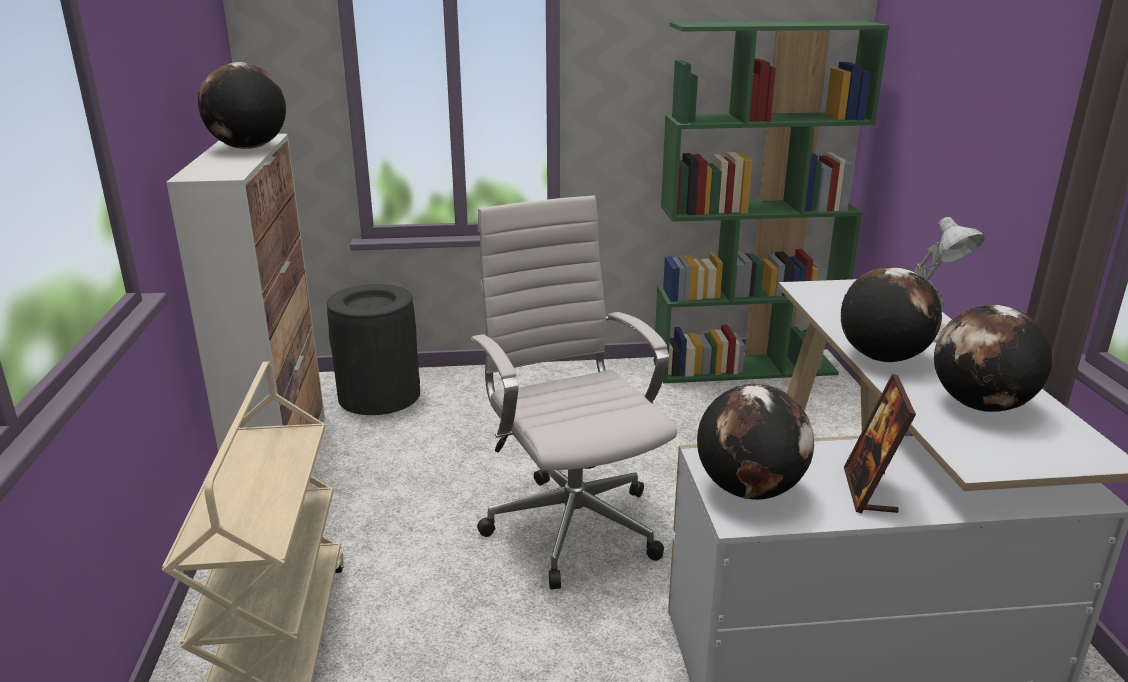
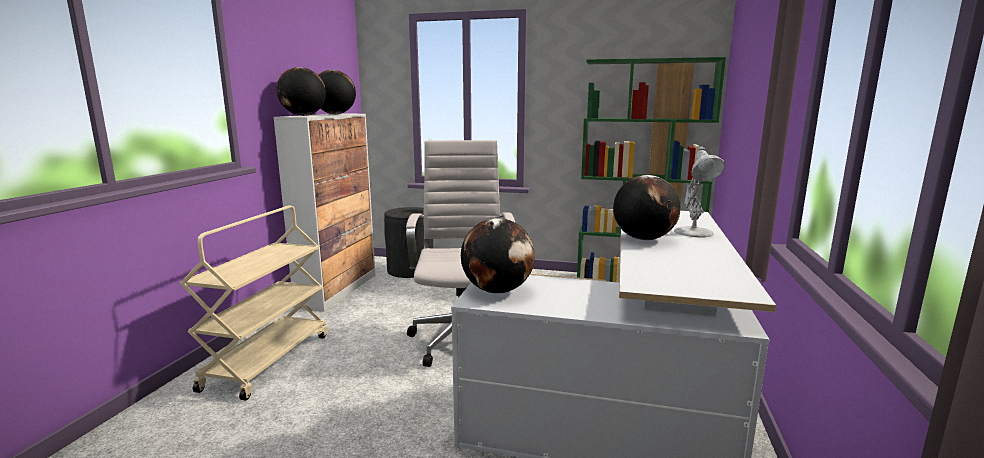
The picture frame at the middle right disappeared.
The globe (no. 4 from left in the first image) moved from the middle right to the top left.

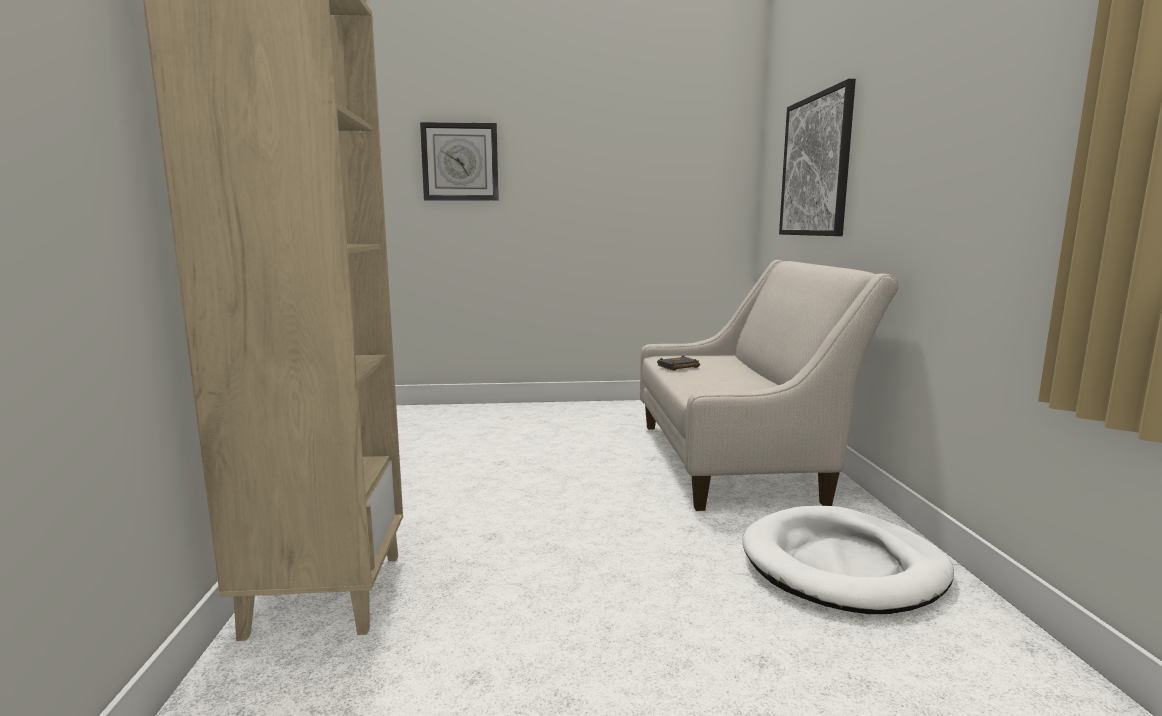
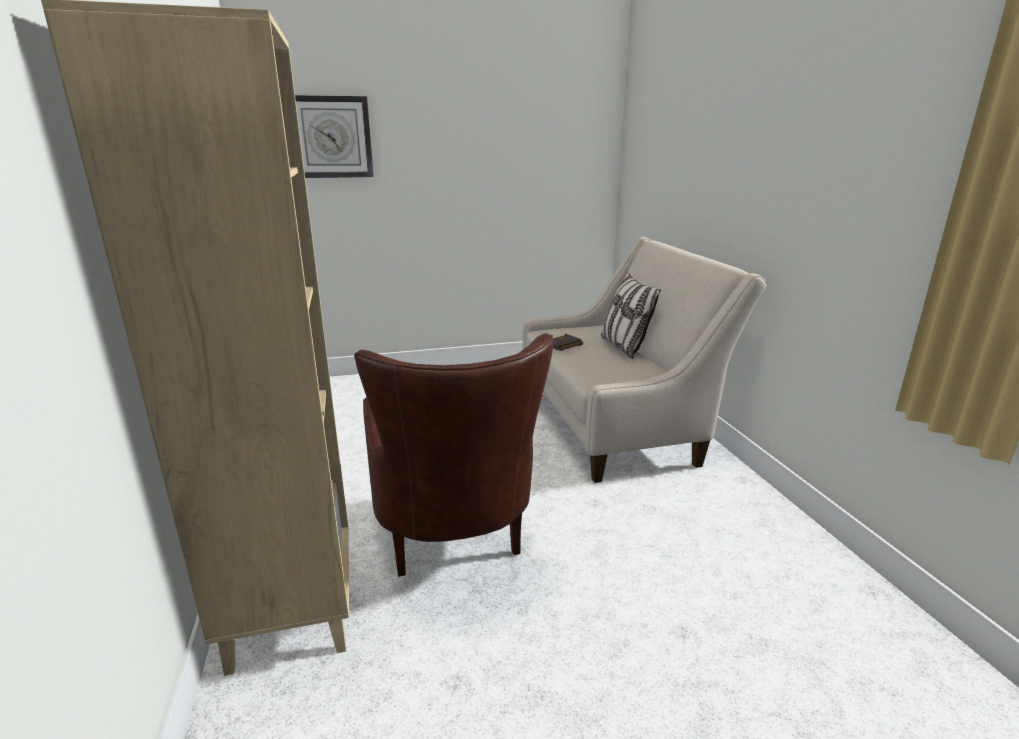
The white dog bed at the bottom right disappeared.
The wall picture at the top right disappeared.
The brown easy chair at the centre appeared.
The cushion at the centre appeared.

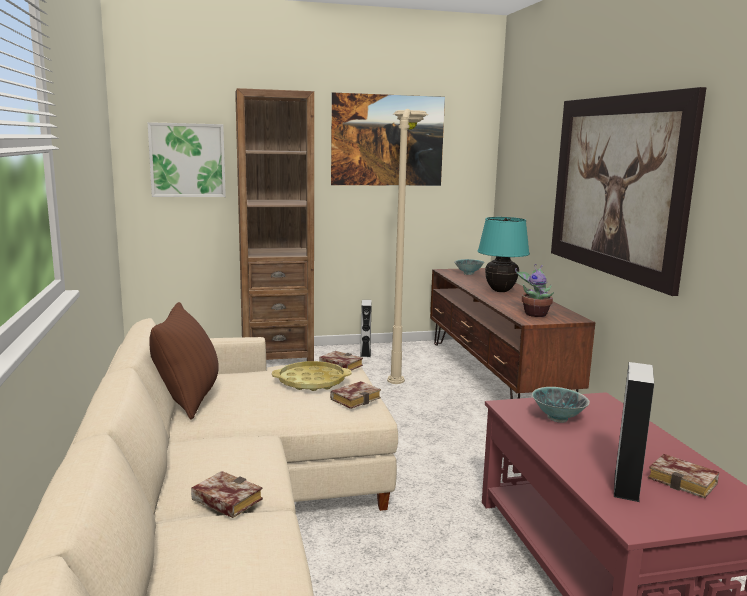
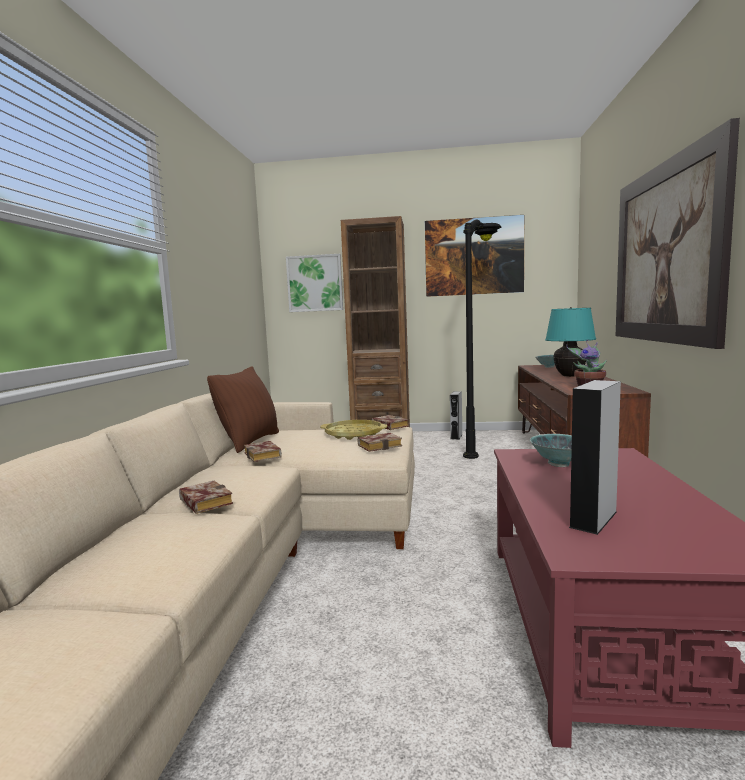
The book (no. 4 from left in the first image) moved from the bottom right to the centre.
The beige floor lamp at the centre became the black floor lamp at the centre.

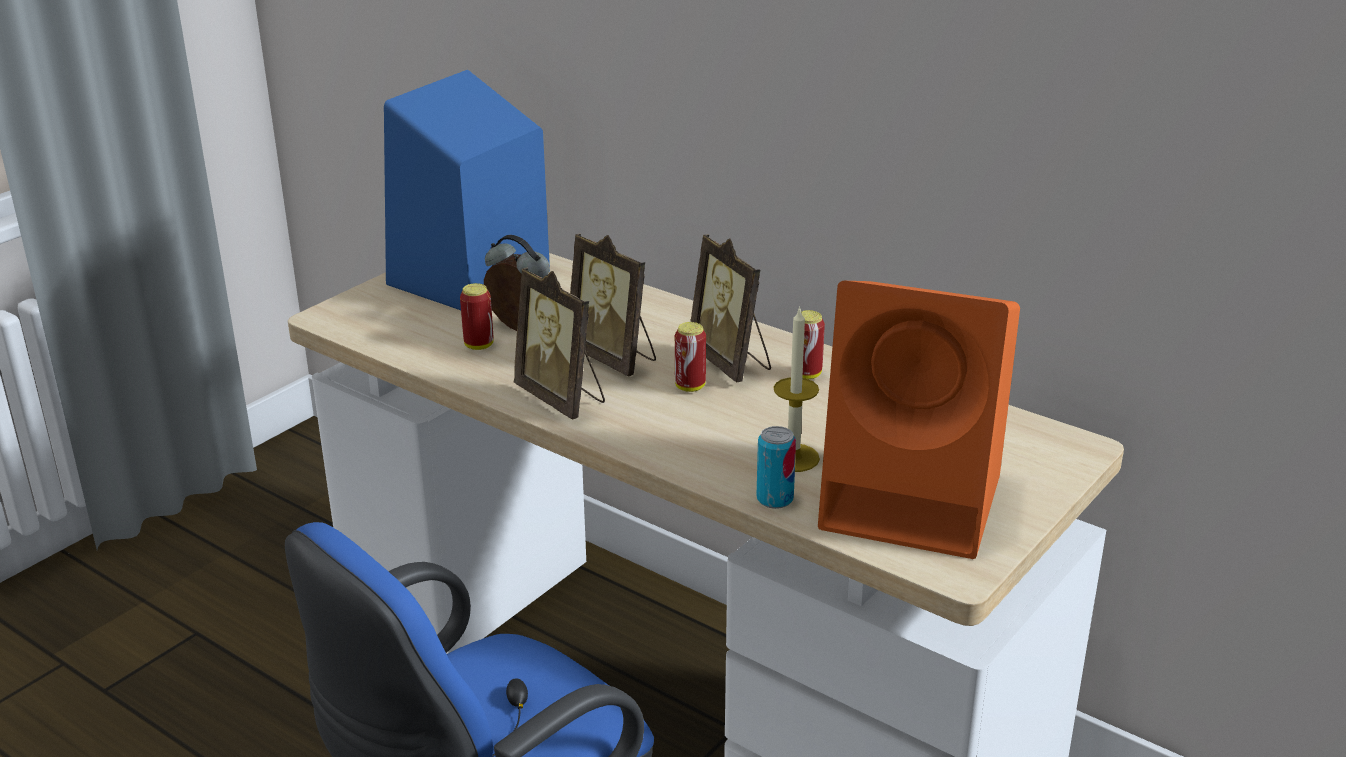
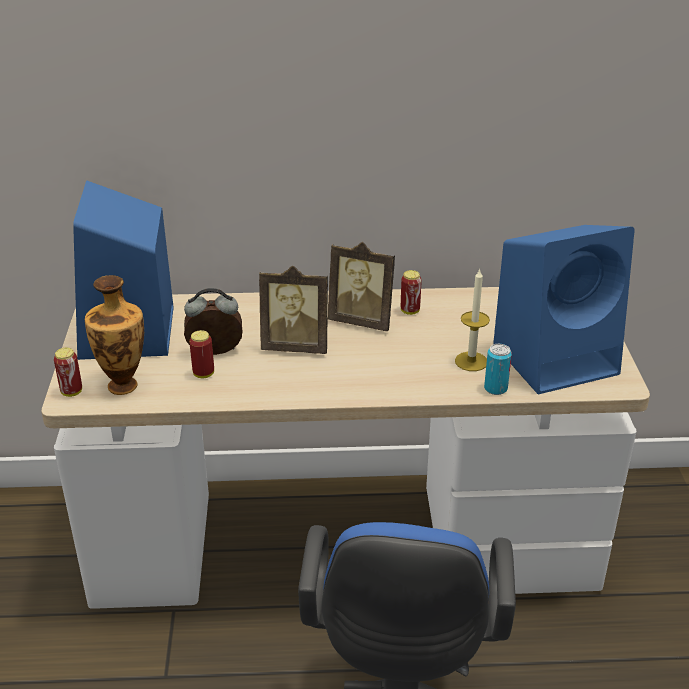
The picture frame (no. 1 from left) at the centre disappeared.
The decorative vase at the middle left appeared.
The sealed can (no. 2 from left in the first image) moved from the centre to the middle left.
The orange-coloured audio speaker at the middle right became the blue-coloured audio speaker (no. 2 from left) at the middle right.

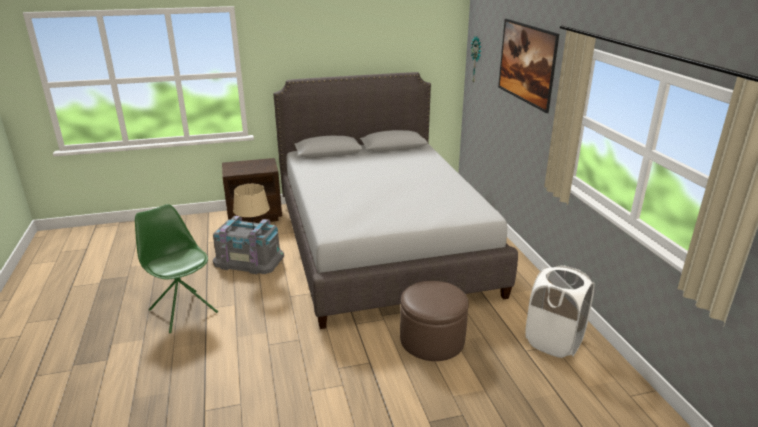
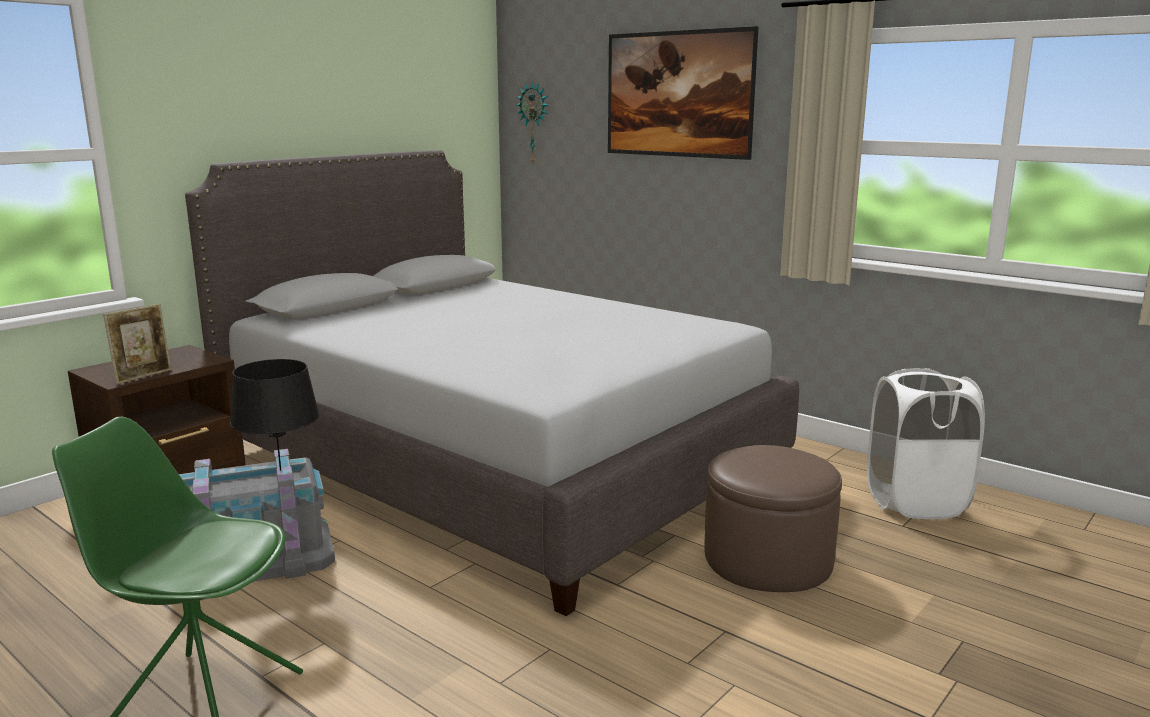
The picture frame at the middle left appeared.
The beige table lamp at the middle left became the black table lamp at the middle left.

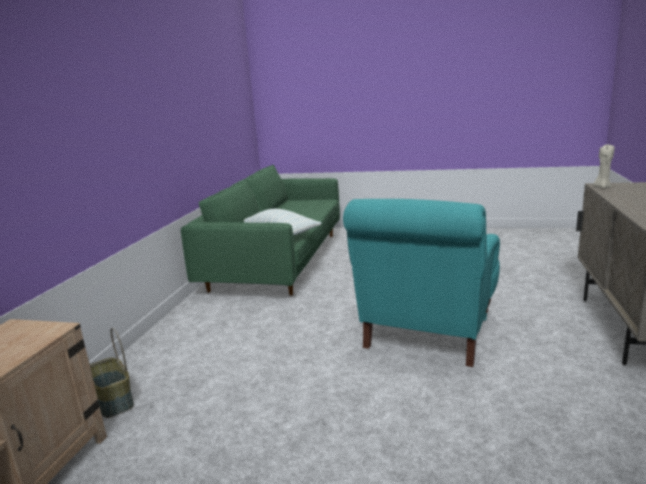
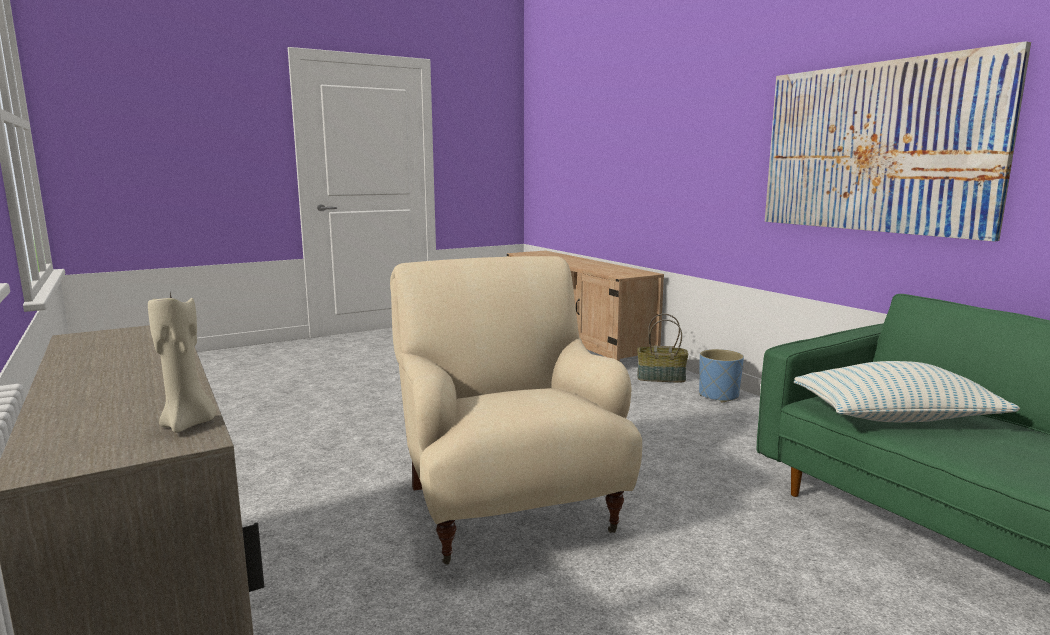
The blue-coloured flower pot at the middle right appeared.
The wall picture at the top right appeared.
The turquoise easy chair at the centre became the beige easy chair at the centre.

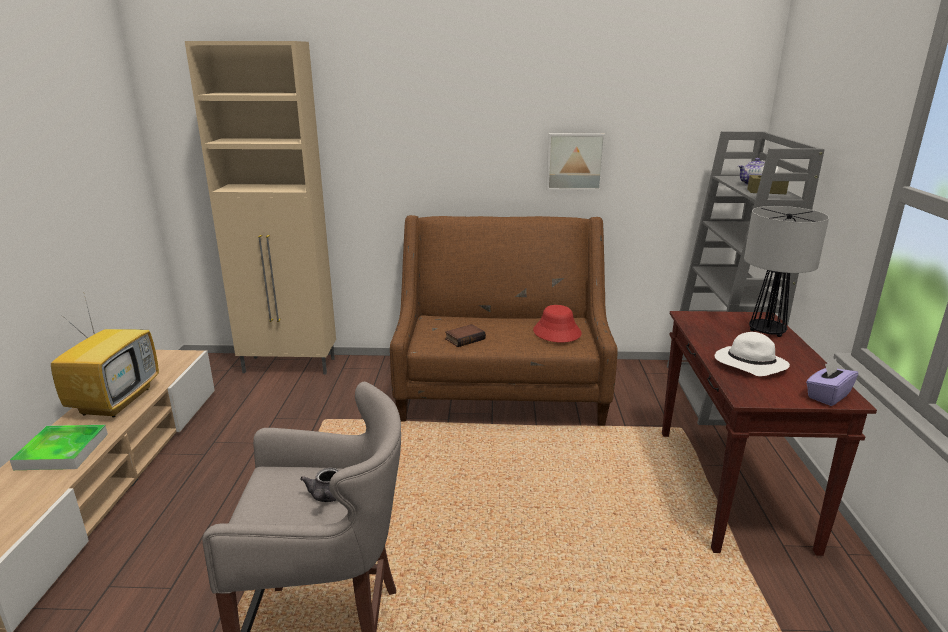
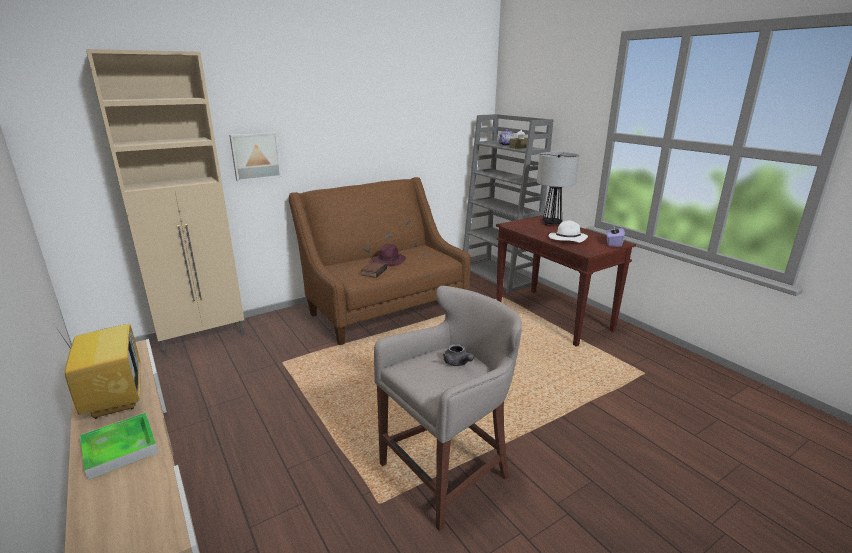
The red-coloured clothing hat at the centre disappeared.
The purple-coloured clothing hat at the centre appeared.
The wall picture moved from the top centre to the top left.

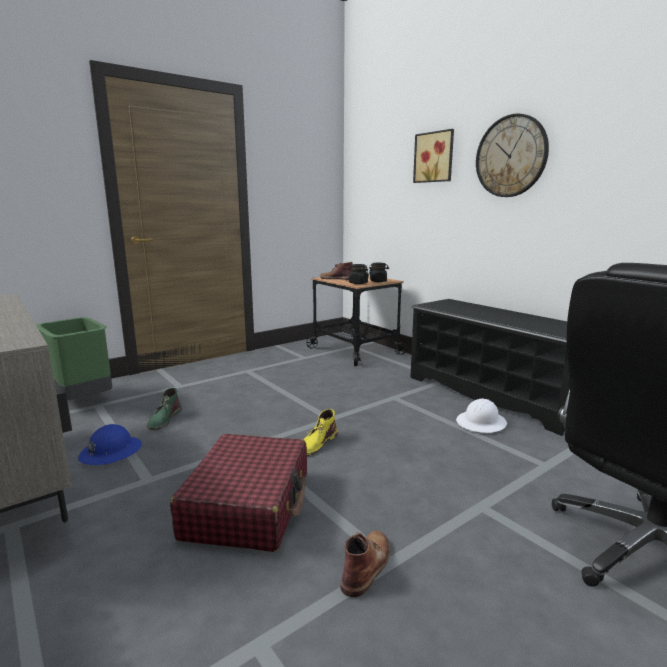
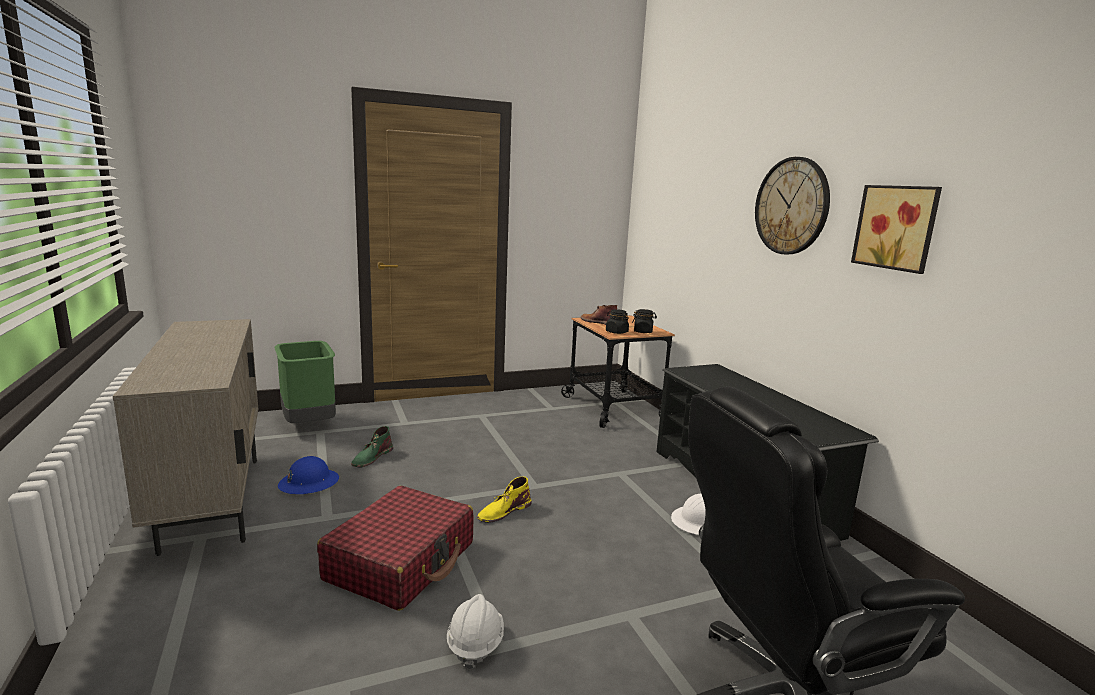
The wall picture moved from the top centre to the top right.
The brown high-top boot (no. 2 from left) at the bottom centre was replaced by the white hard hat (no. 1 from left) at the bottom centre.

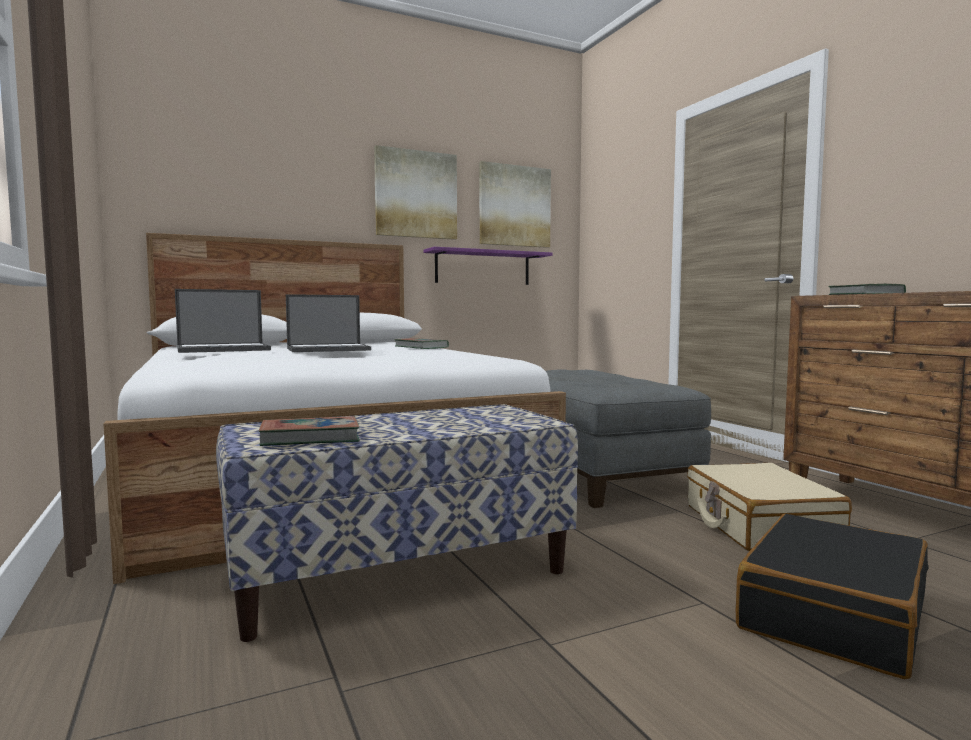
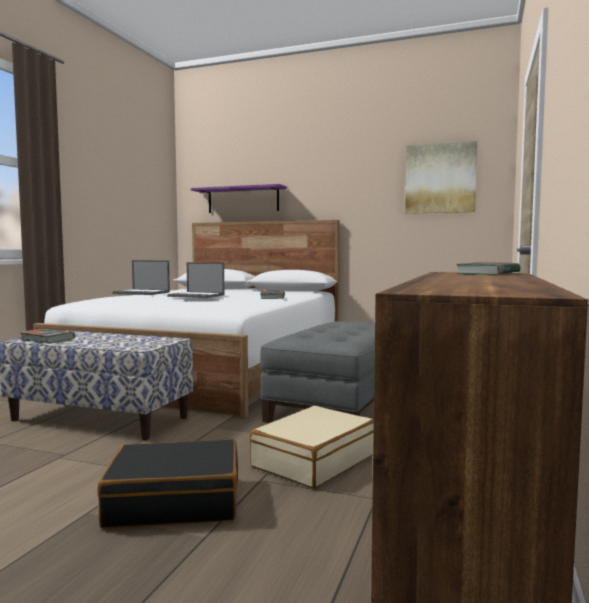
The wall picture (no. 1 from left) at the top centre disappeared.
The purple-coloured bracket shelf moved from the centre to the top centre.

